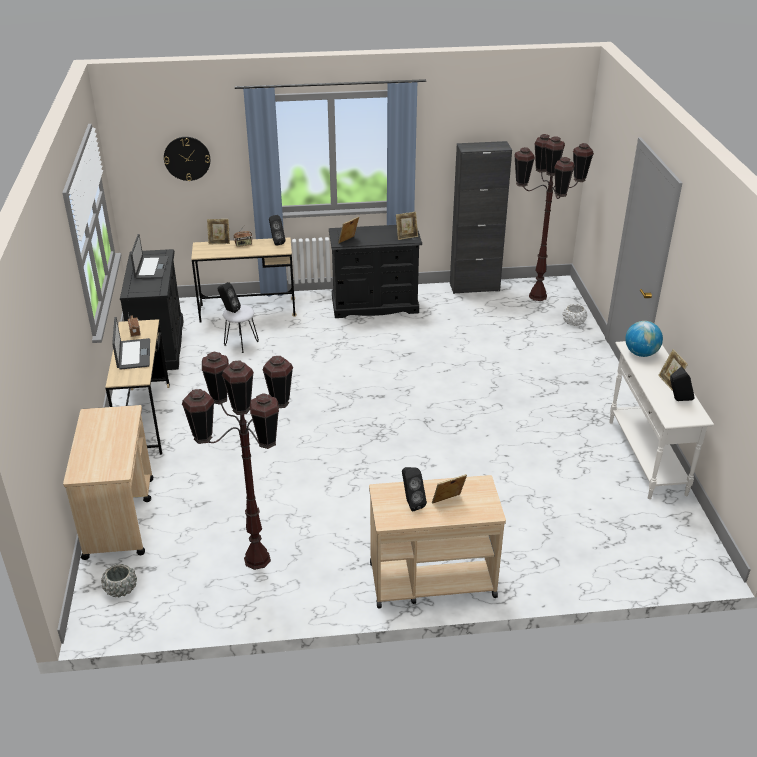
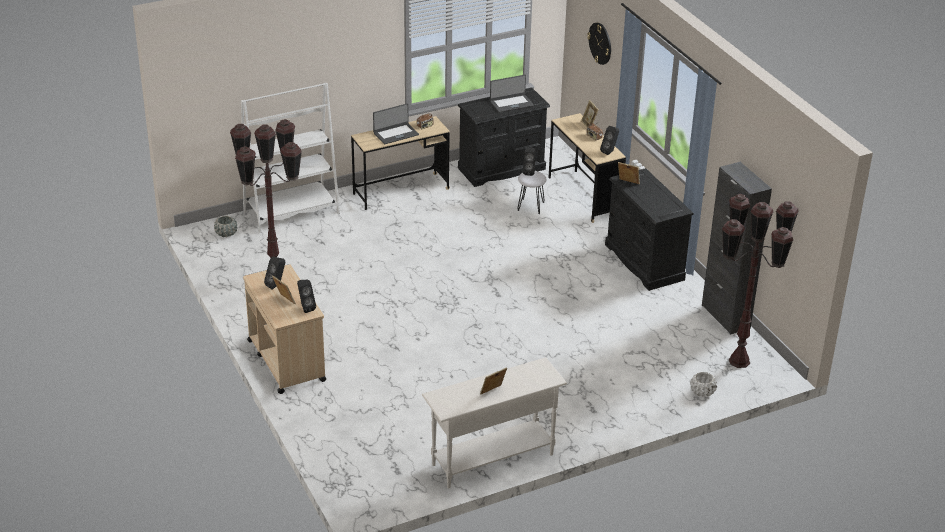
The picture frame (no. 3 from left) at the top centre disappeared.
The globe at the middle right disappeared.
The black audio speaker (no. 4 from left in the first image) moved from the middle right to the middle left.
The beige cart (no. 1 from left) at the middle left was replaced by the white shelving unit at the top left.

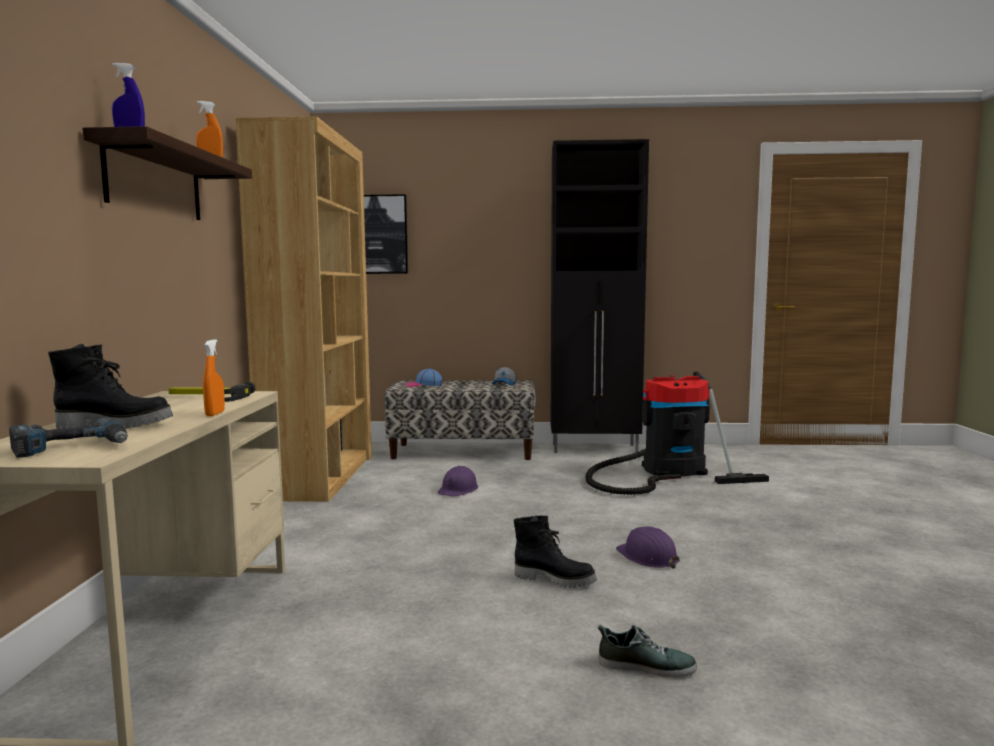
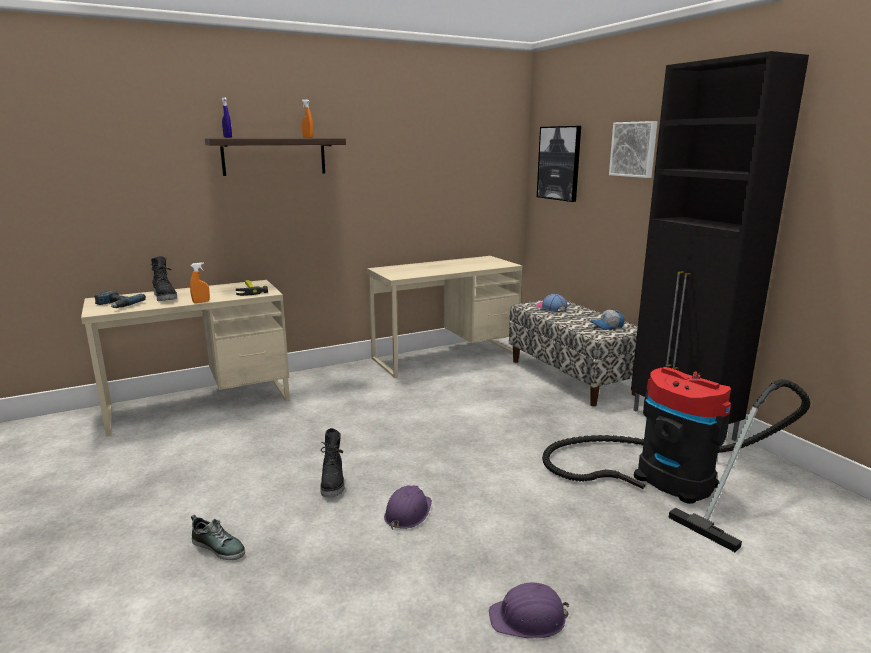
The wall picture (no. 2 from left) at the top right appeared.
The purple-coloured hard hat (no. 1 from left in the first image) moved from the centre to the bottom centre.
The brown shelving unit at the middle left was replaced by the beige desk unit (no. 2 from left) at the centre.
The item of footwear at the bottom centre turned 45 degrees counterclockwise.

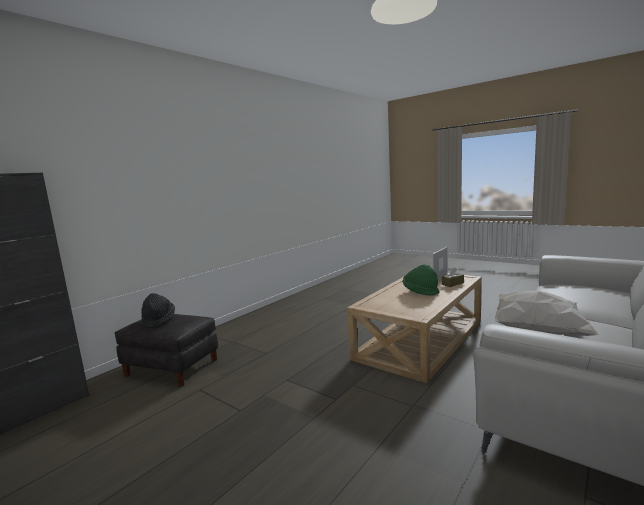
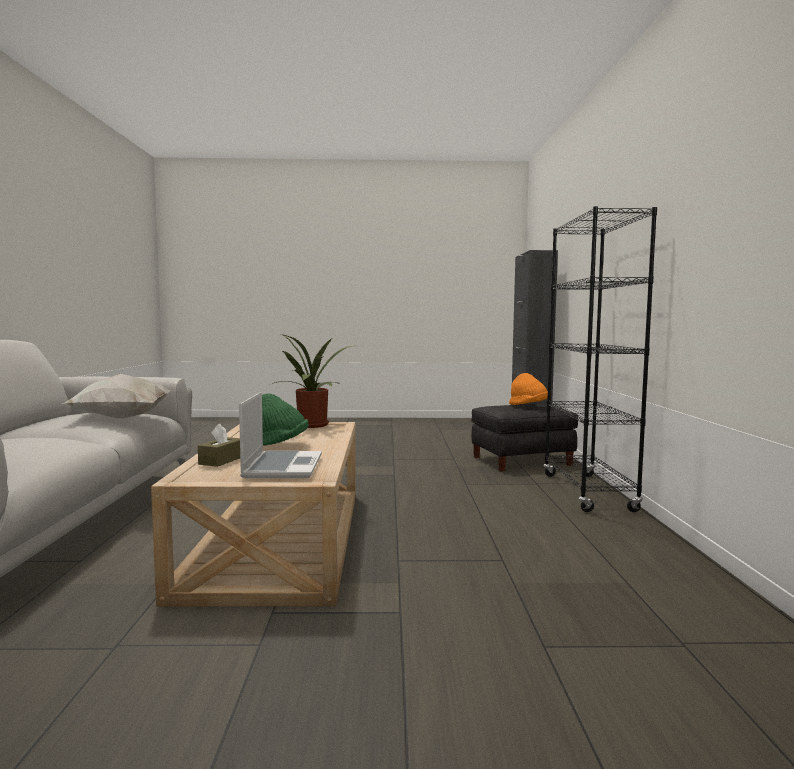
The plant in a pot at the centre appeared.
The black shelving unit at the middle right appeared.
The black clothing hat at the middle left became the orange-coloured clothing hat at the centre.

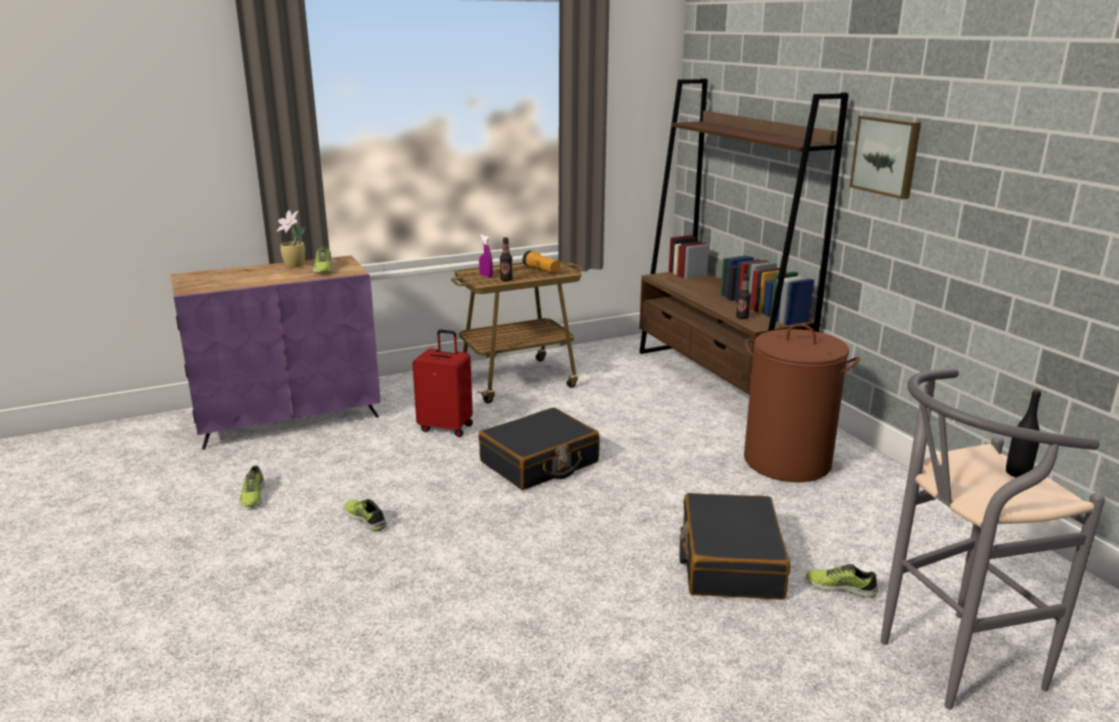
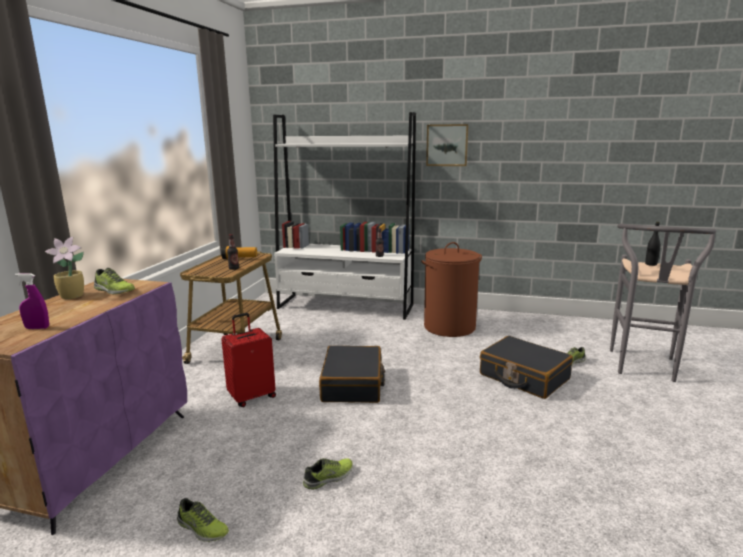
The purple-coloured spray bottle moved from the centre to the middle left.
The brown shelving unit at the top centre became the white shelving unit at the centre.
The item of footwear (no. 3 from left) at the bottom left turned 150 degrees clockwise.

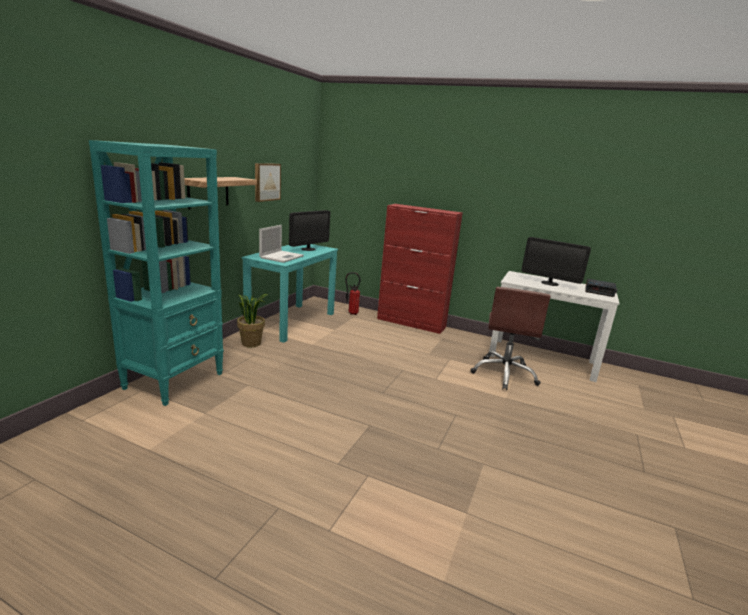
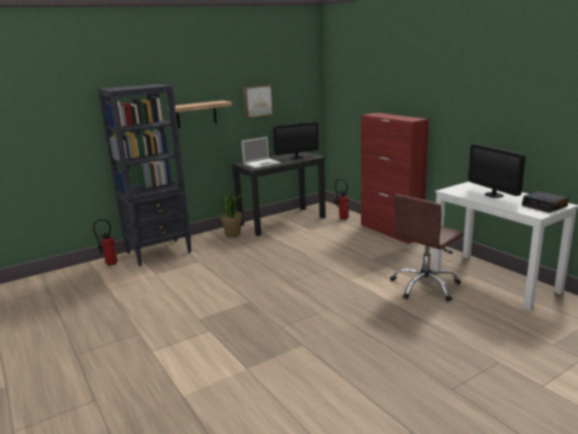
The extinguisher (no. 1 from left) at the middle left appeared.
The turquoise shelving unit at the middle left became the black shelving unit at the middle left.
The turquoise desk unit at the centre became the black desk unit at the centre.

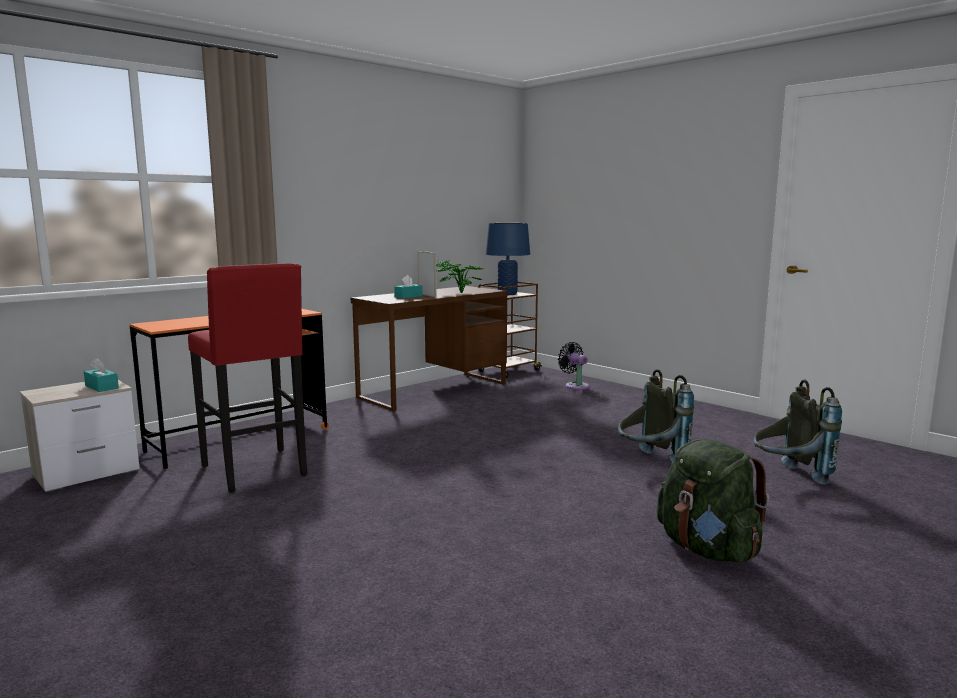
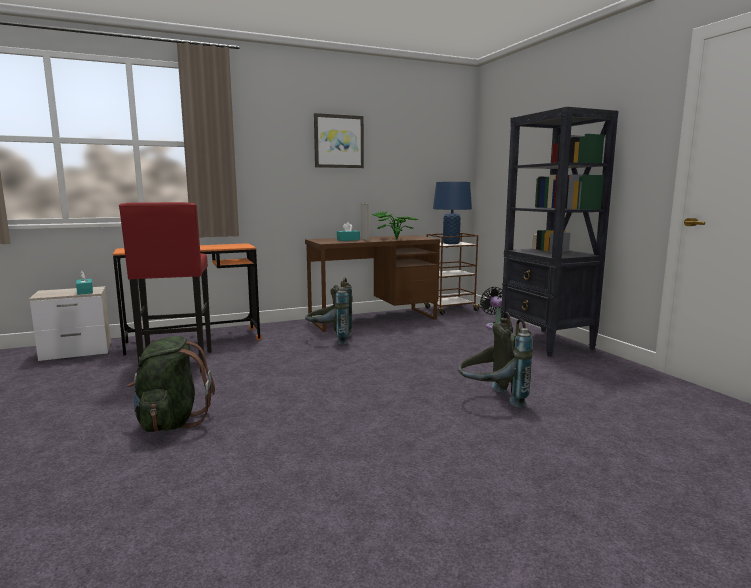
The wall picture at the top centre appeared.
The black shelving unit at the middle right appeared.
The greenish knapsack moved from the bottom right to the middle left.
The gray knapsack (no. 2 from left in the first image) moved from the middle right to the centre.

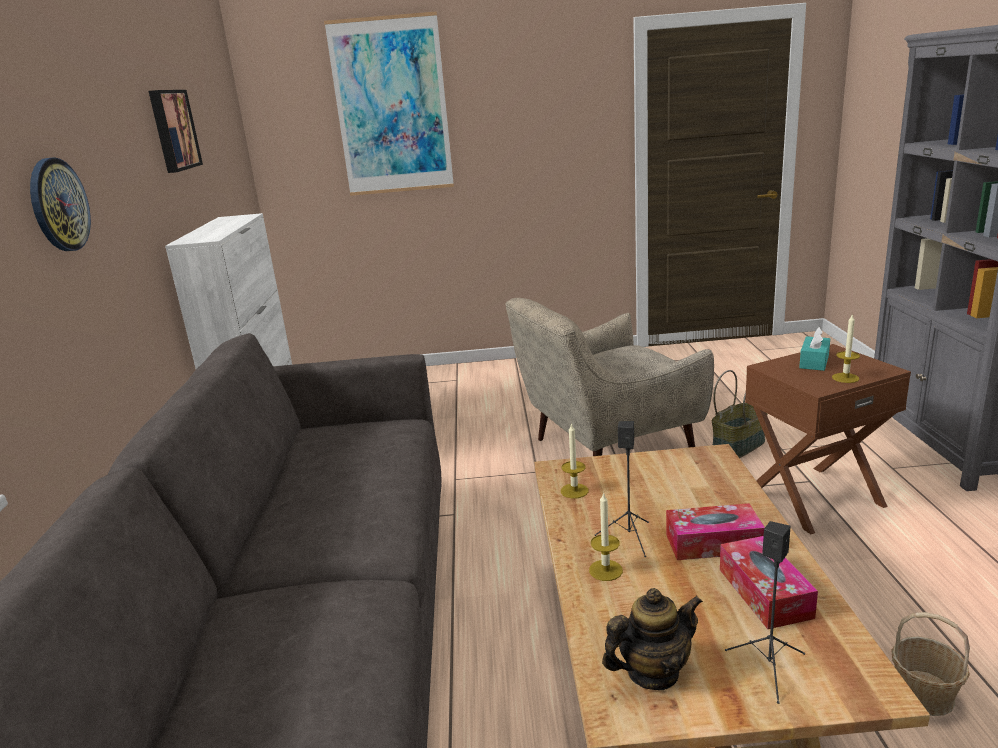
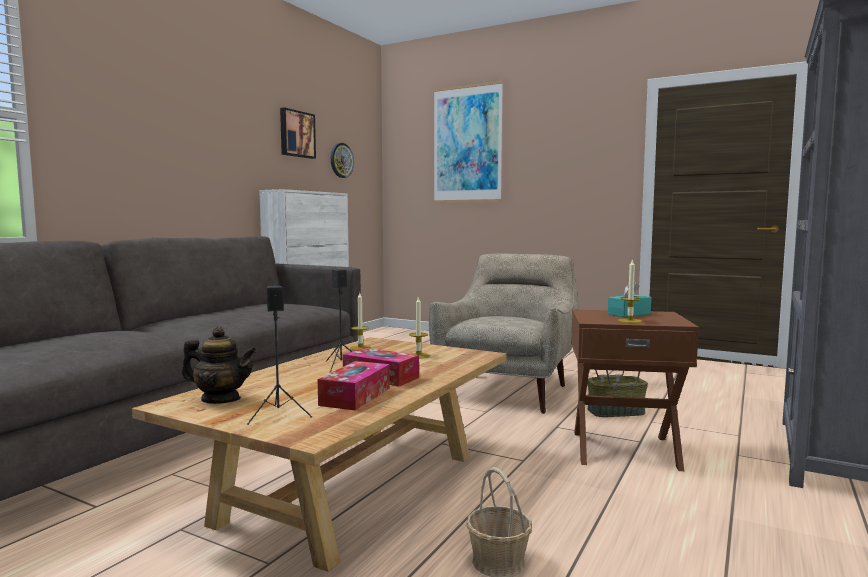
The wall clock moved from the top left to the top centre.
The wax light (no. 2 from left) moved from the bottom centre to the centre.
The beige easy chair at the centre turned 105 degrees clockwise.

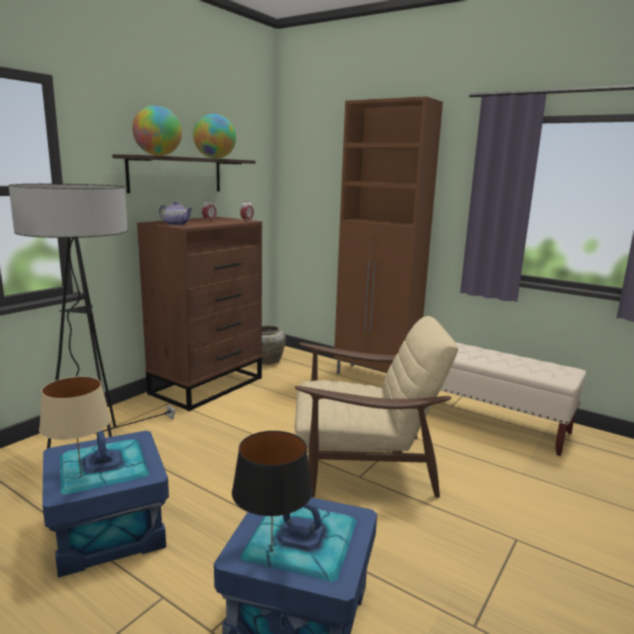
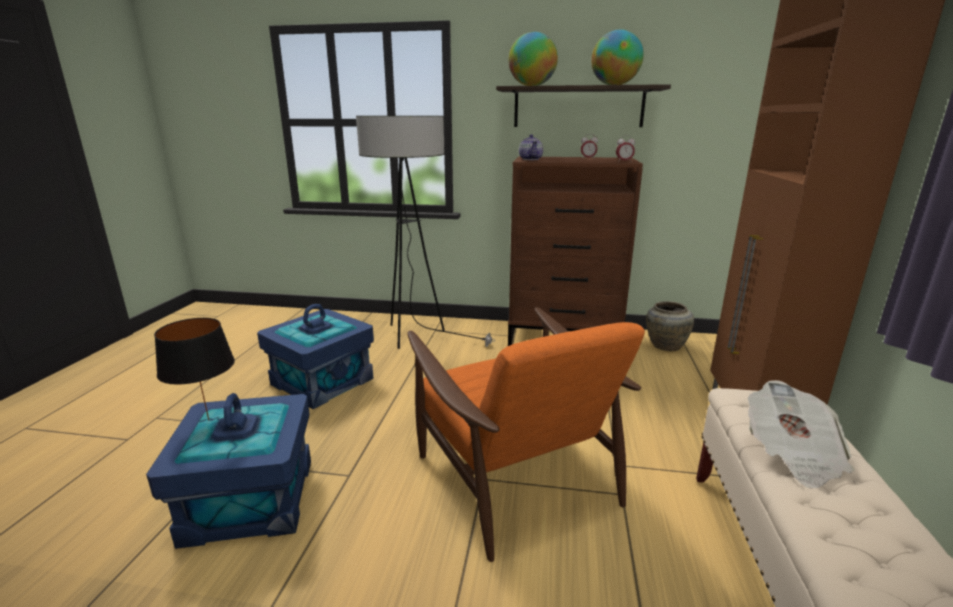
The beige table lamp at the bottom left disappeared.
The daily paper at the bottom right appeared.
The beige easy chair at the centre became the orange-coloured easy chair at the bottom centre.

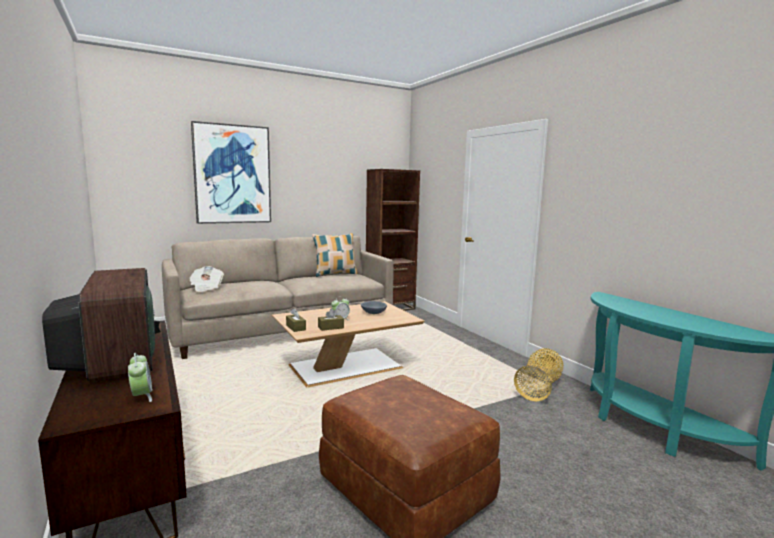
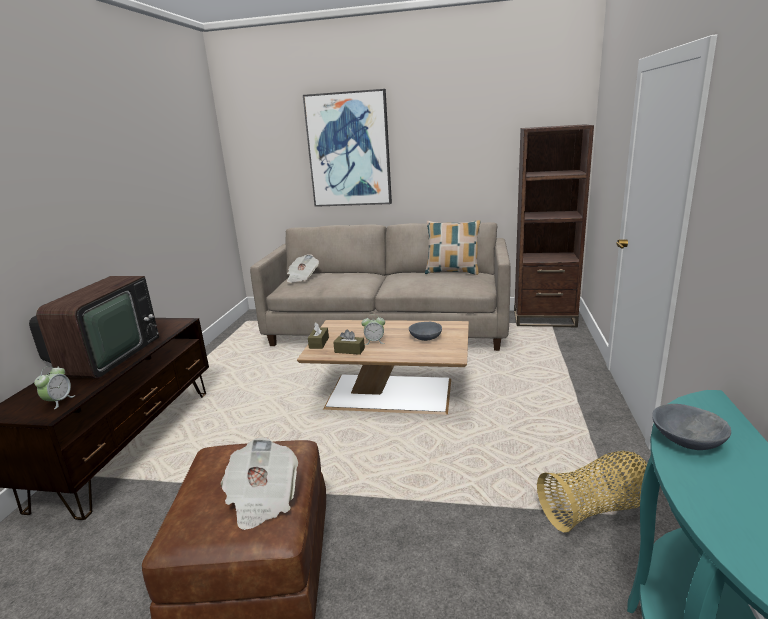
The daily paper (no. 1 from left) at the bottom centre appeared.
The gray deep dish (no. 2 from left) at the bottom right appeared.

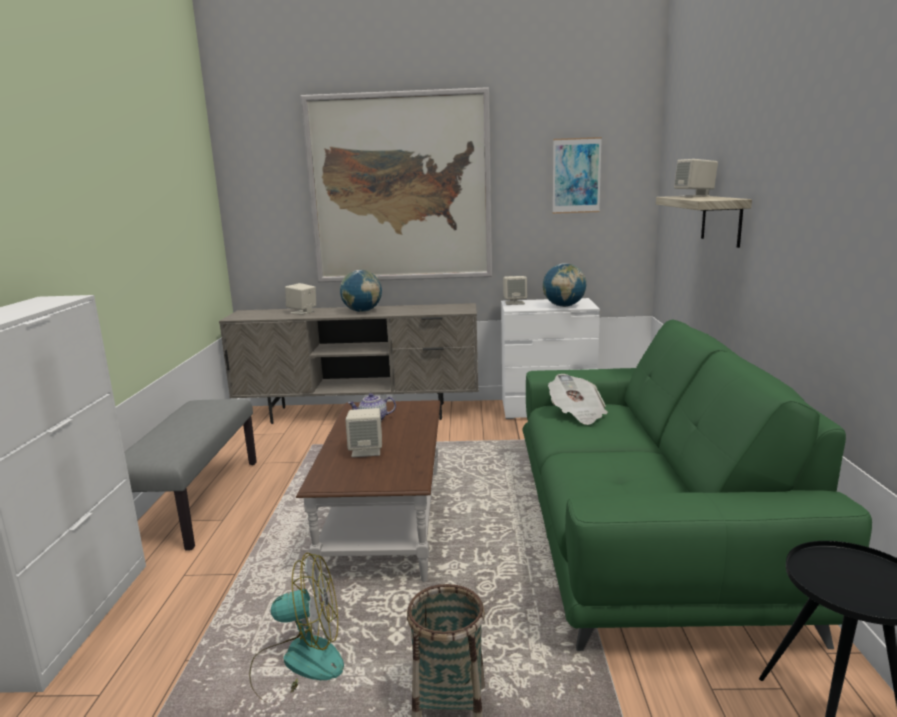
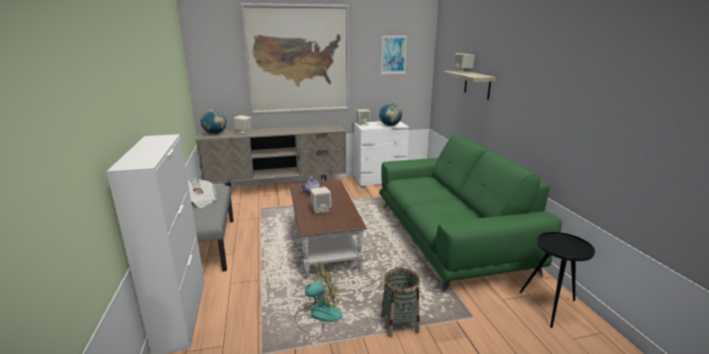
The globe (no. 1 from left) moved from the centre to the middle left.
The daily paper moved from the centre to the middle left.

